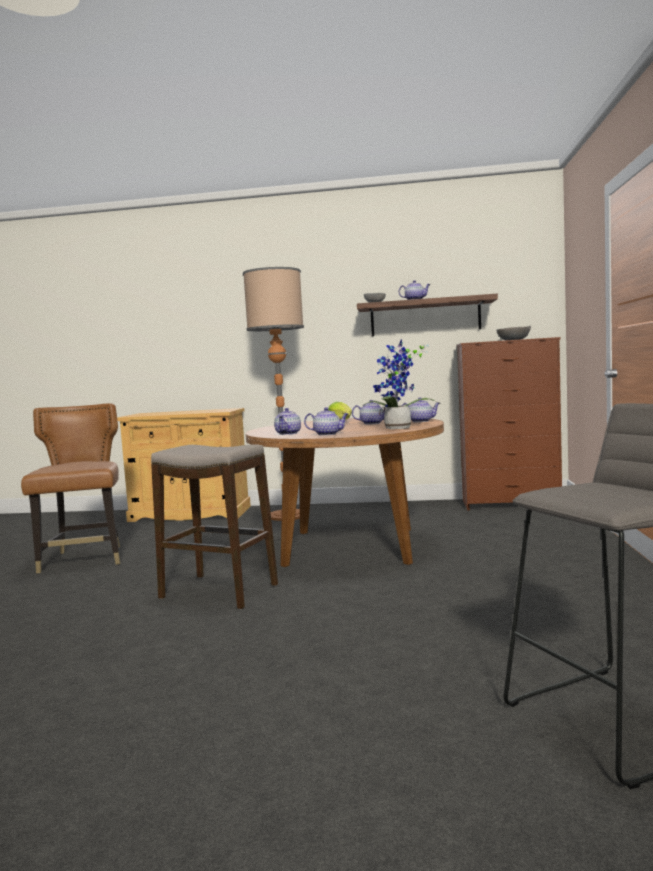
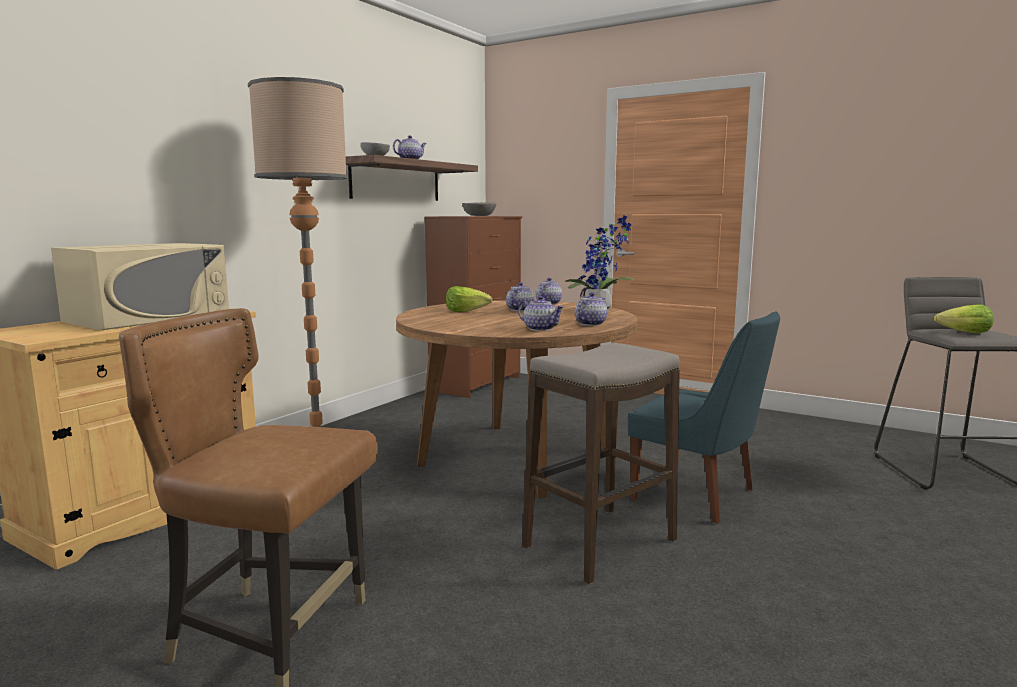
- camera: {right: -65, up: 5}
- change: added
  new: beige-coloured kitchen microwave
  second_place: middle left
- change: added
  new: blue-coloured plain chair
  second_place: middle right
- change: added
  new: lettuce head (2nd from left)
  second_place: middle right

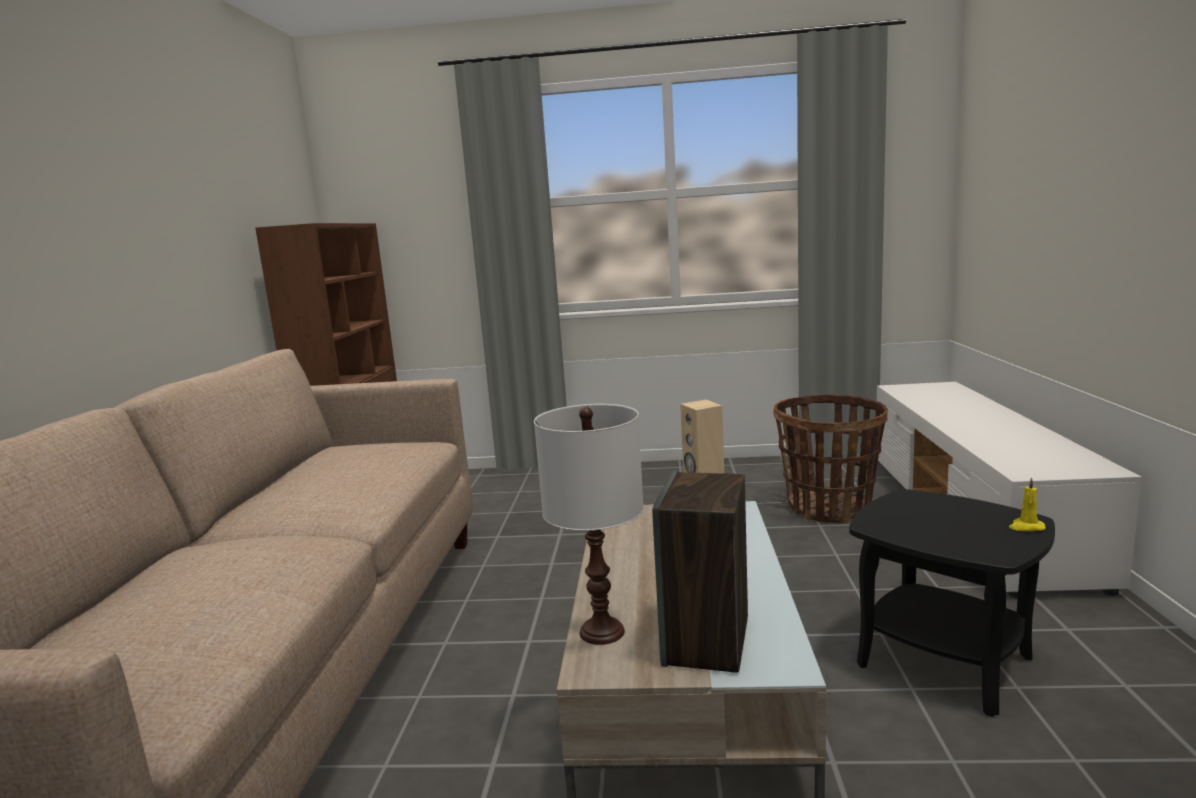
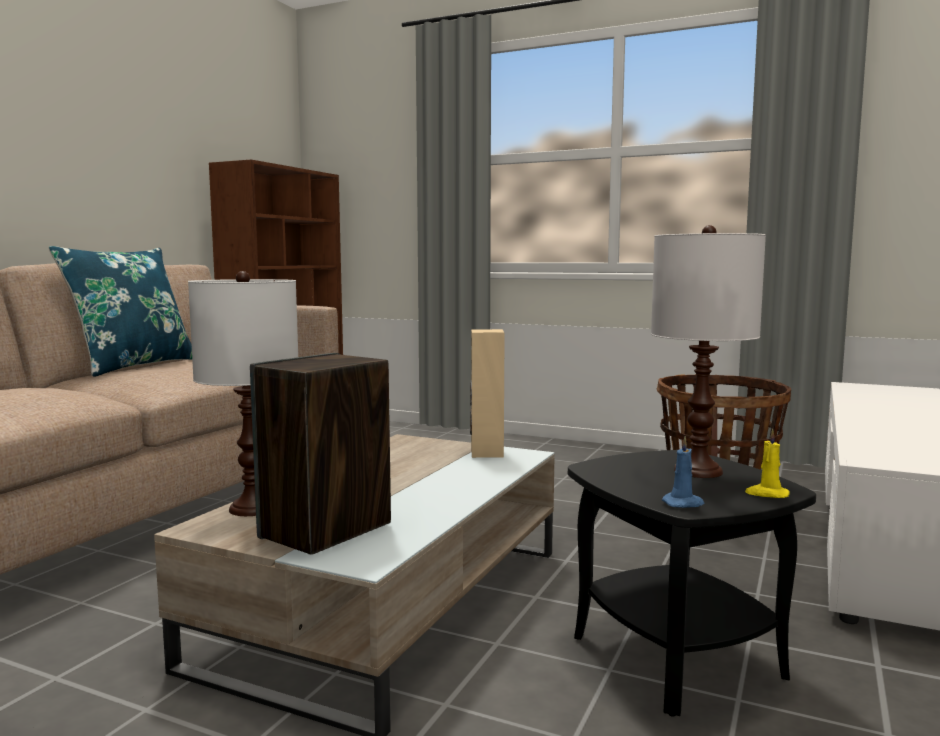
- camera: {right: 20, up: -5}
- change: added
  new: blue-coloured cushion
  second_place: middle left
- change: added
  new: white table lamp (2nd from left)
  second_place: middle right
- change: added
  new: blue-coloured wax candle
  second_place: middle right

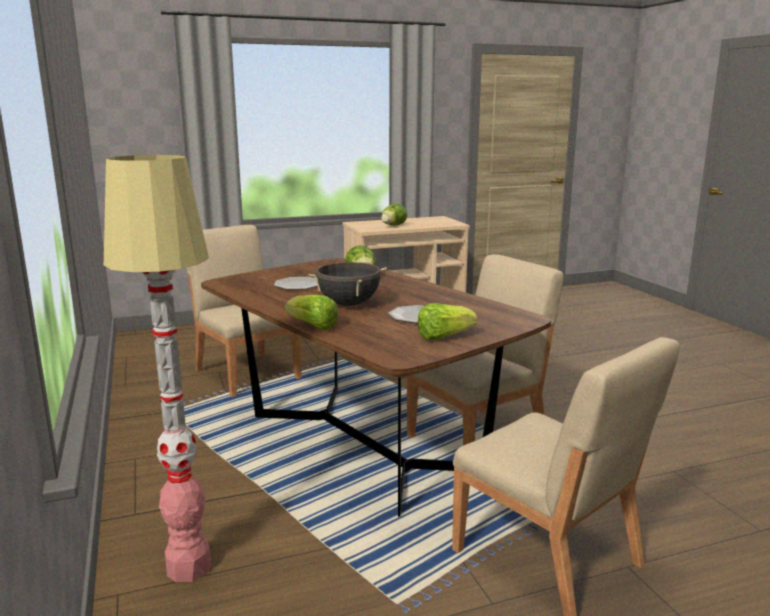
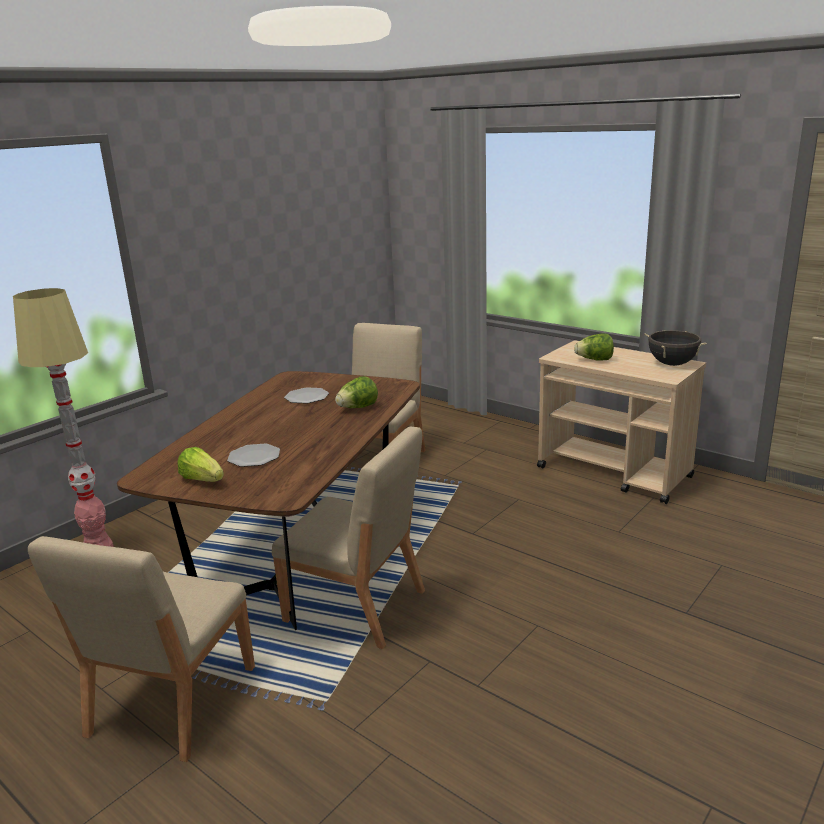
- camera: {right: 60, up: 5}
- change: removed
  old: lettuce head (1st from left)
  first_place: centre
- change: moved
  old: black cooking pot
  first_place: centre
  second_place: middle right

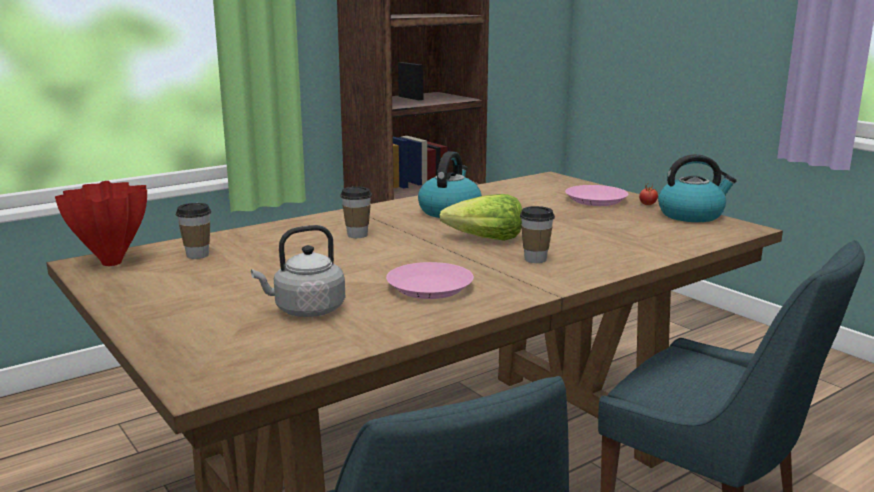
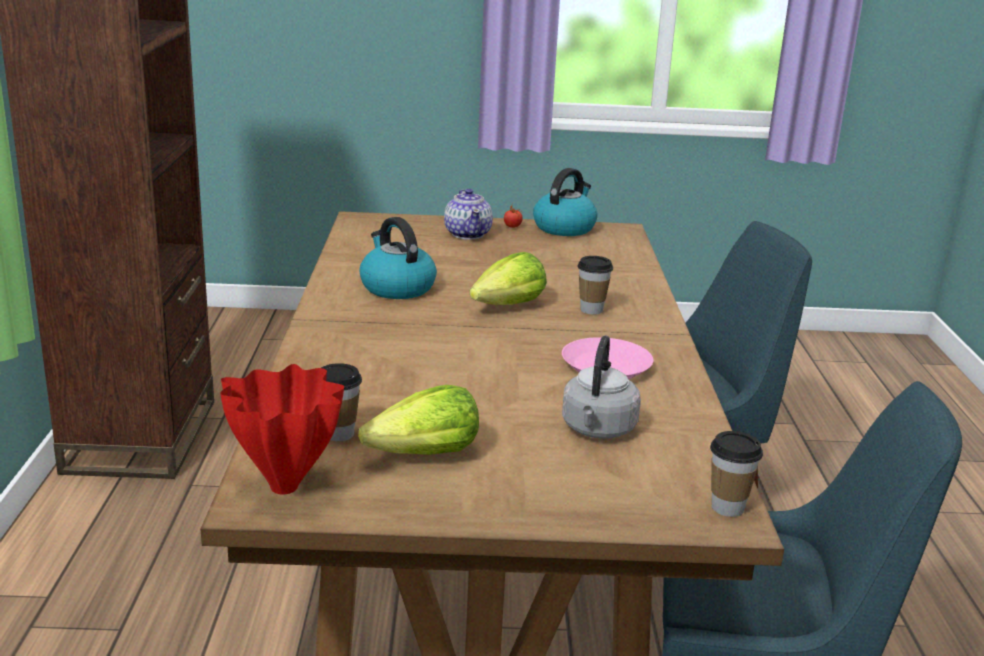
- camera: {right: -55, up: 5}
- change: added
  new: lettuce head (1st from left)
  second_place: centre
- change: moved
  old: drinking cup (2nd from left in the first image)
  new: drinking cup (3rd from left)
  first_place: centre
  second_place: bottom right
- change: replaced
  old: pink-coloured plate (2nd from left)
  new: tea pot
  first_place: middle right
  second_place: top centre

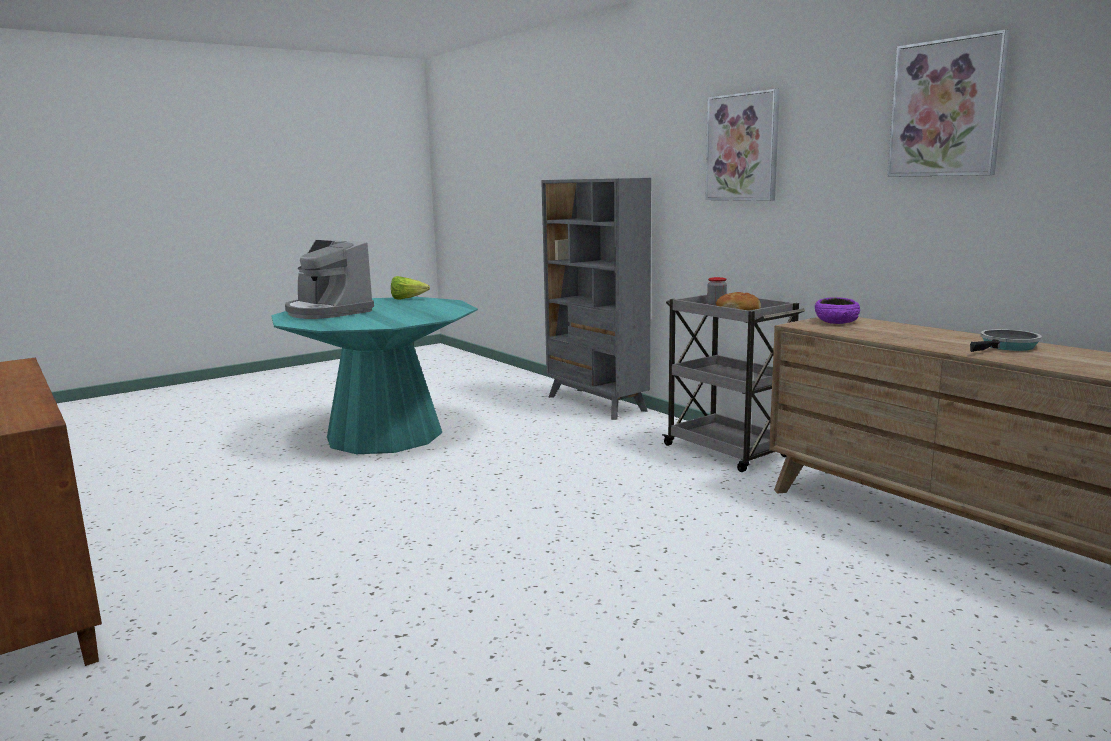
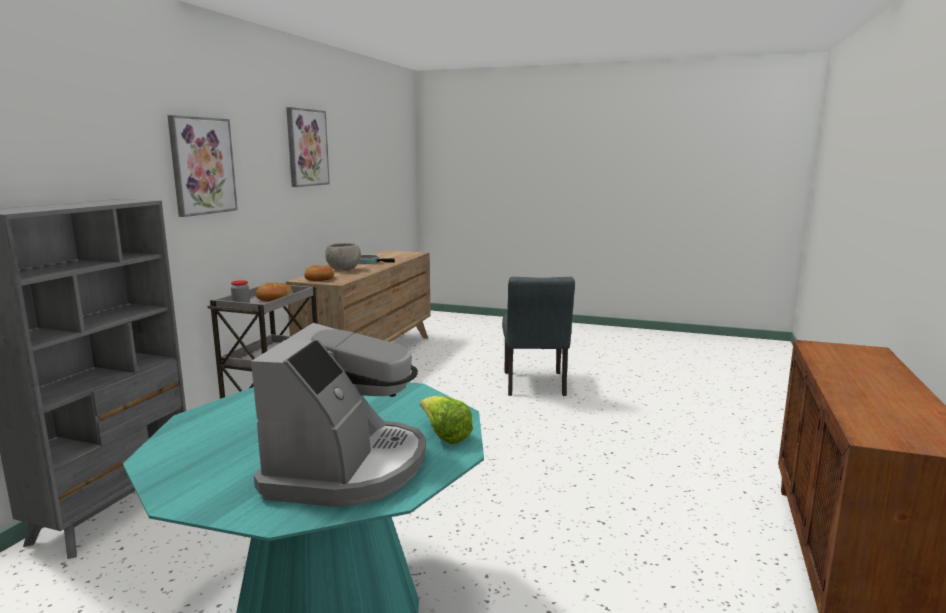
- camera: {right: -125, up: 0}
- change: added
  new: gray deep dish
  second_place: centre
- change: added
  new: gray plain chair
  second_place: centre
- change: moved
  old: lettuce head
  first_place: centre
  second_place: bottom centre
- change: replaced
  old: purple-coloured deep dish
  new: baked bread (2nd from left)
  first_place: middle right
  second_place: centre

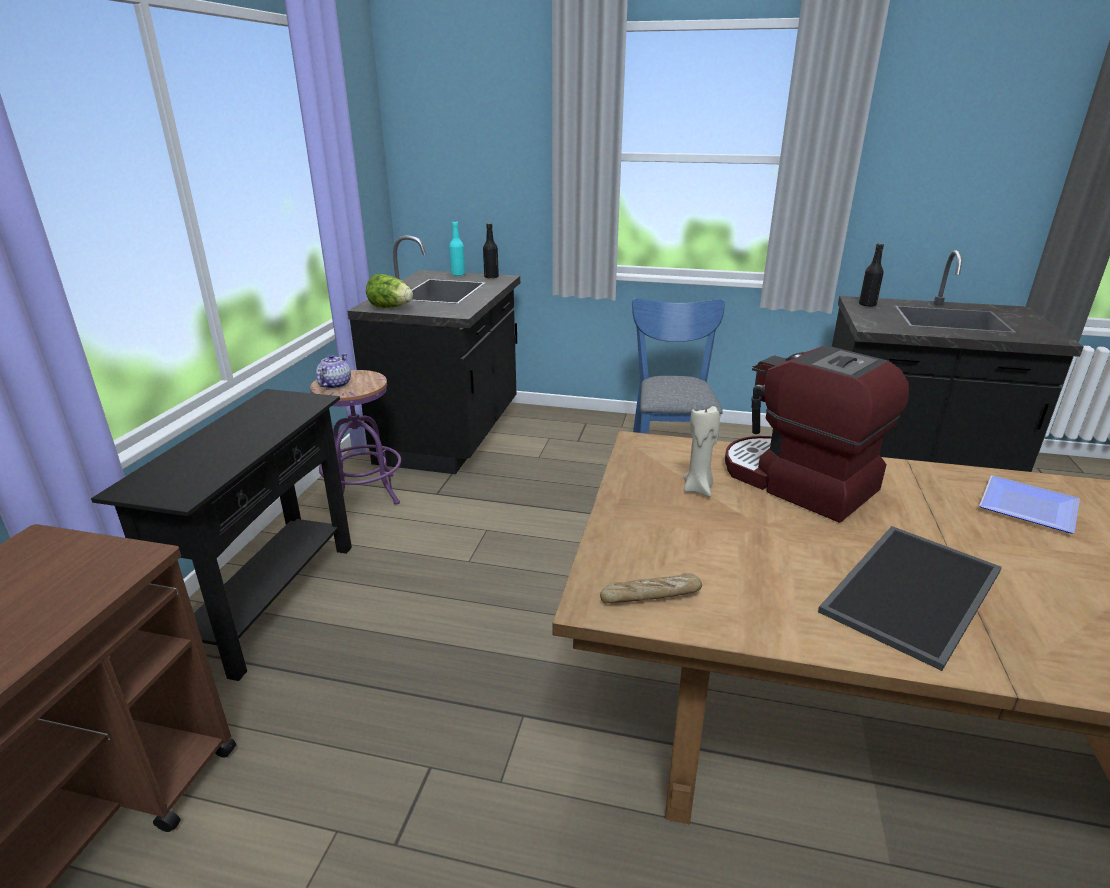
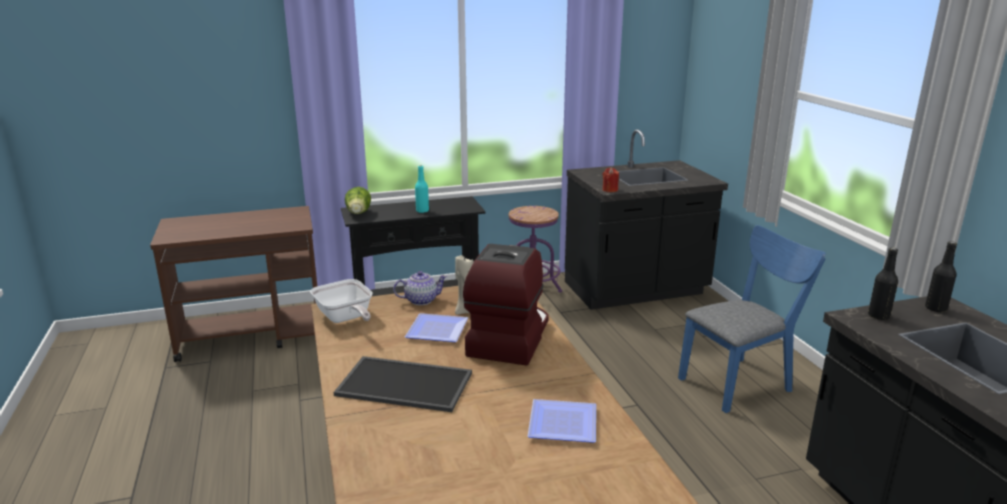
- camera: {right: 60, up: -5}
- change: added
  new: plate (1st from left)
  second_place: centre
- change: added
  new: reddish wax candle
  second_place: centre
- change: moved
  old: tea pot
  first_place: middle left
  second_place: centre
- change: moved
  old: lettuce head
  first_place: top centre
  second_place: centre
- change: moved
  old: blue-green beverage bottle
  first_place: top centre
  second_place: centre
- change: moved
  old: black beverage bottle (1st from left)
  first_place: top centre
  second_place: middle right
- change: replaced
  old: baked bread
  new: skillet
  first_place: centre
  second_place: centre

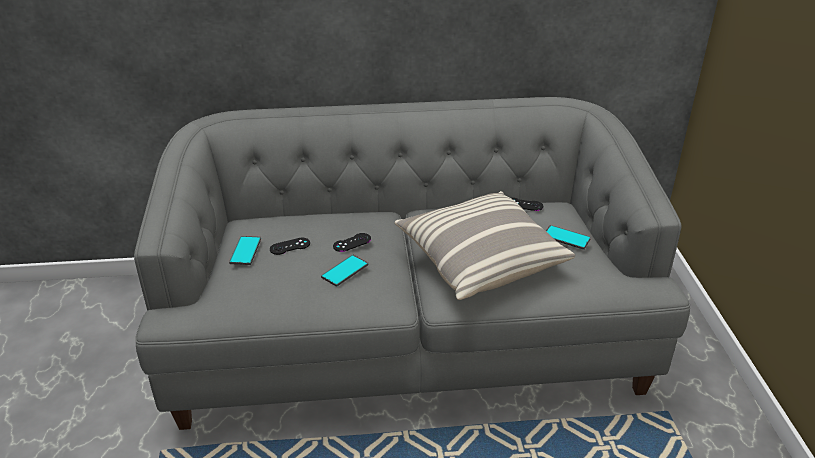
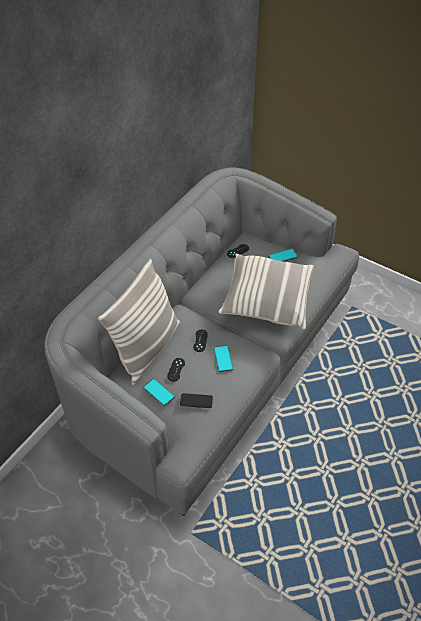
- camera: {right: -50, up: 15}
- change: added
  new: cushion (1st from left)
  second_place: middle left
- change: added
  new: phone (2nd from left)
  second_place: centre

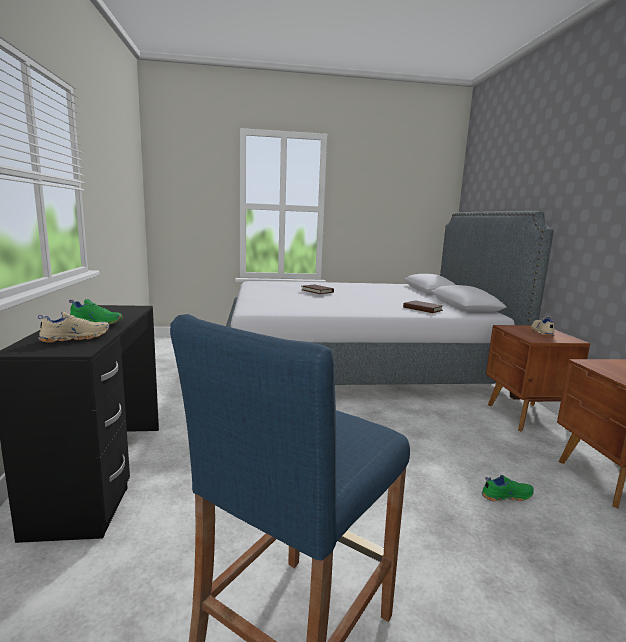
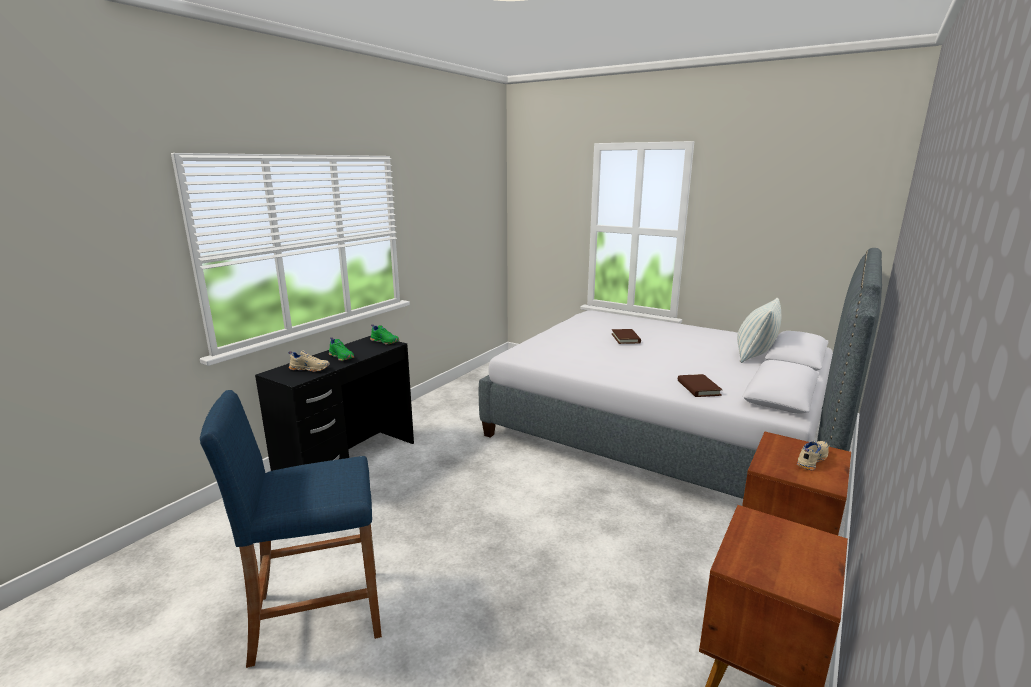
- camera: {right: 40, up: 5}
- change: added
  new: cushion
  second_place: middle right
- change: moved
  old: green-coloured low shoe (2nd from left)
  first_place: bottom right
  second_place: centre

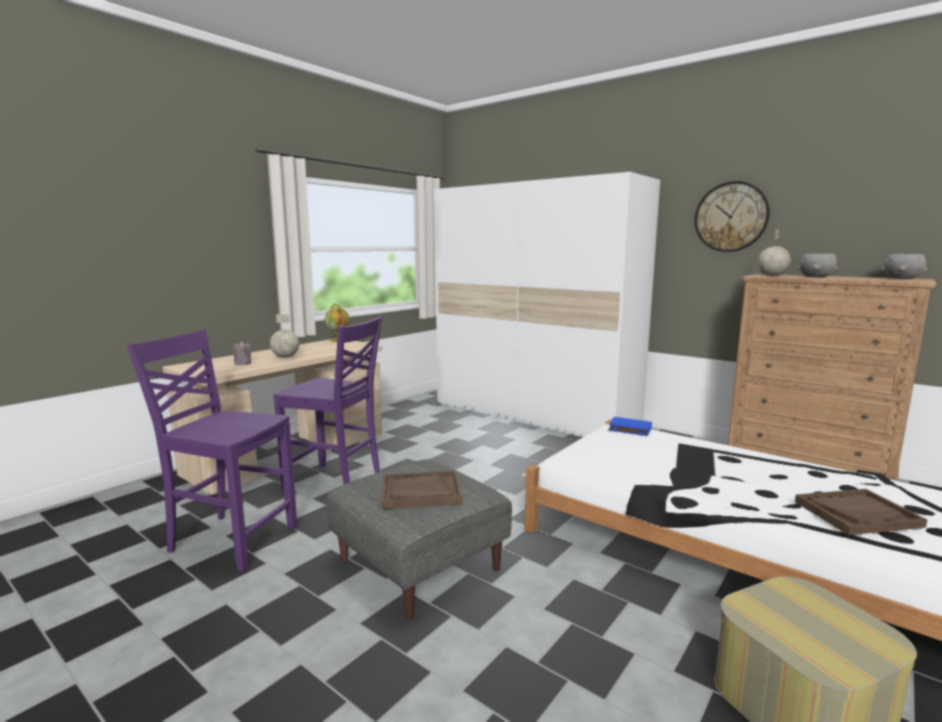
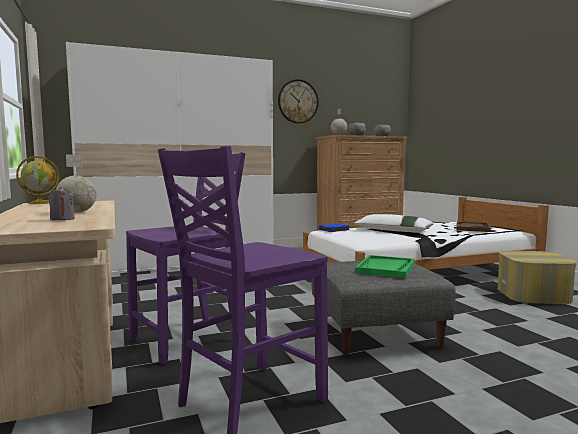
- camera: {right: -60, up: -5}
- change: added
  new: white cushion
  second_place: middle right
- change: recoloured
  old: brown-coloured tray (1st from left)
  new: green-coloured tray
  first_place: bottom centre
  second_place: centre

